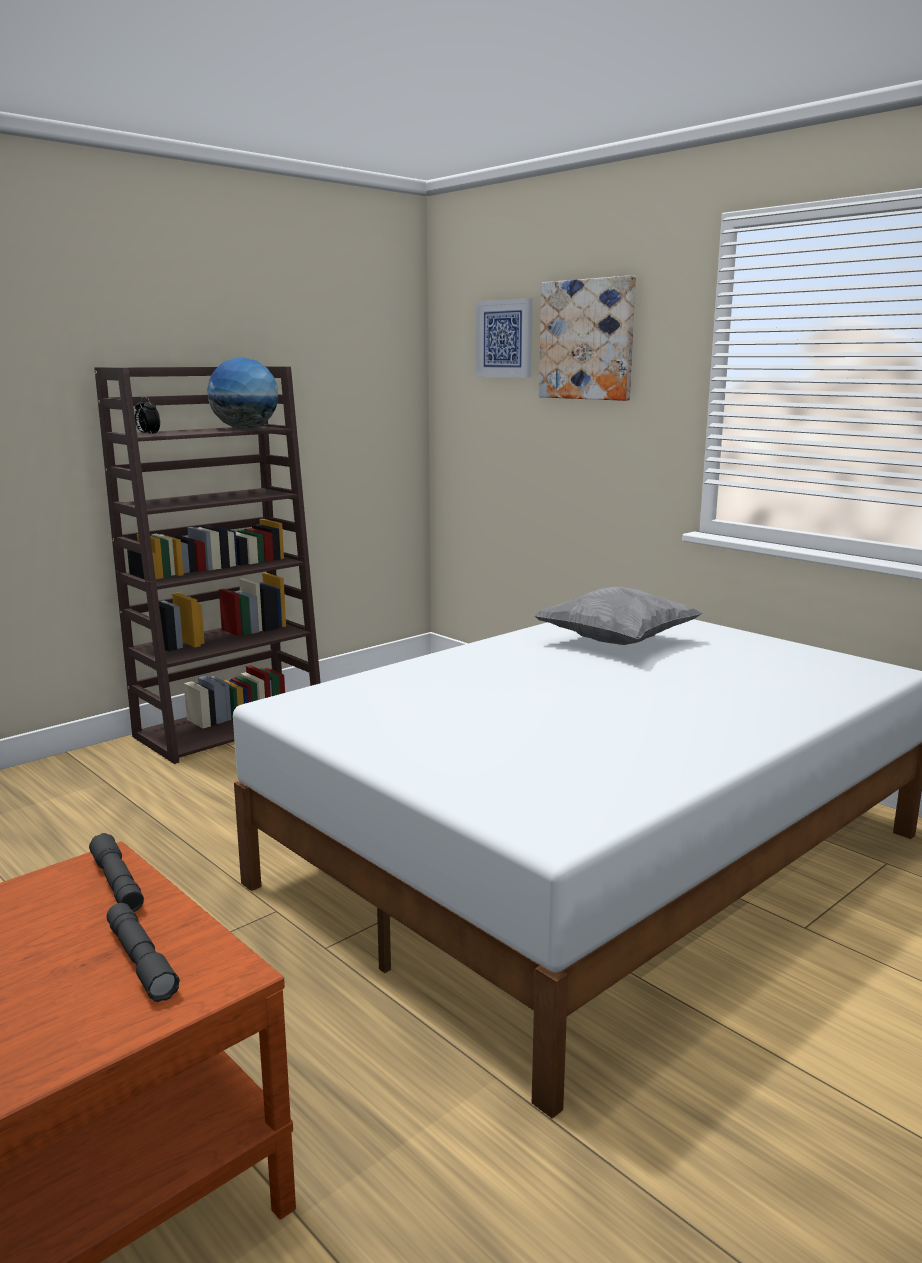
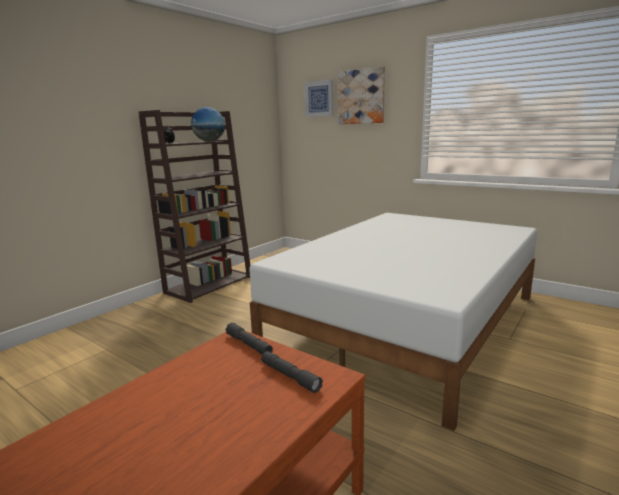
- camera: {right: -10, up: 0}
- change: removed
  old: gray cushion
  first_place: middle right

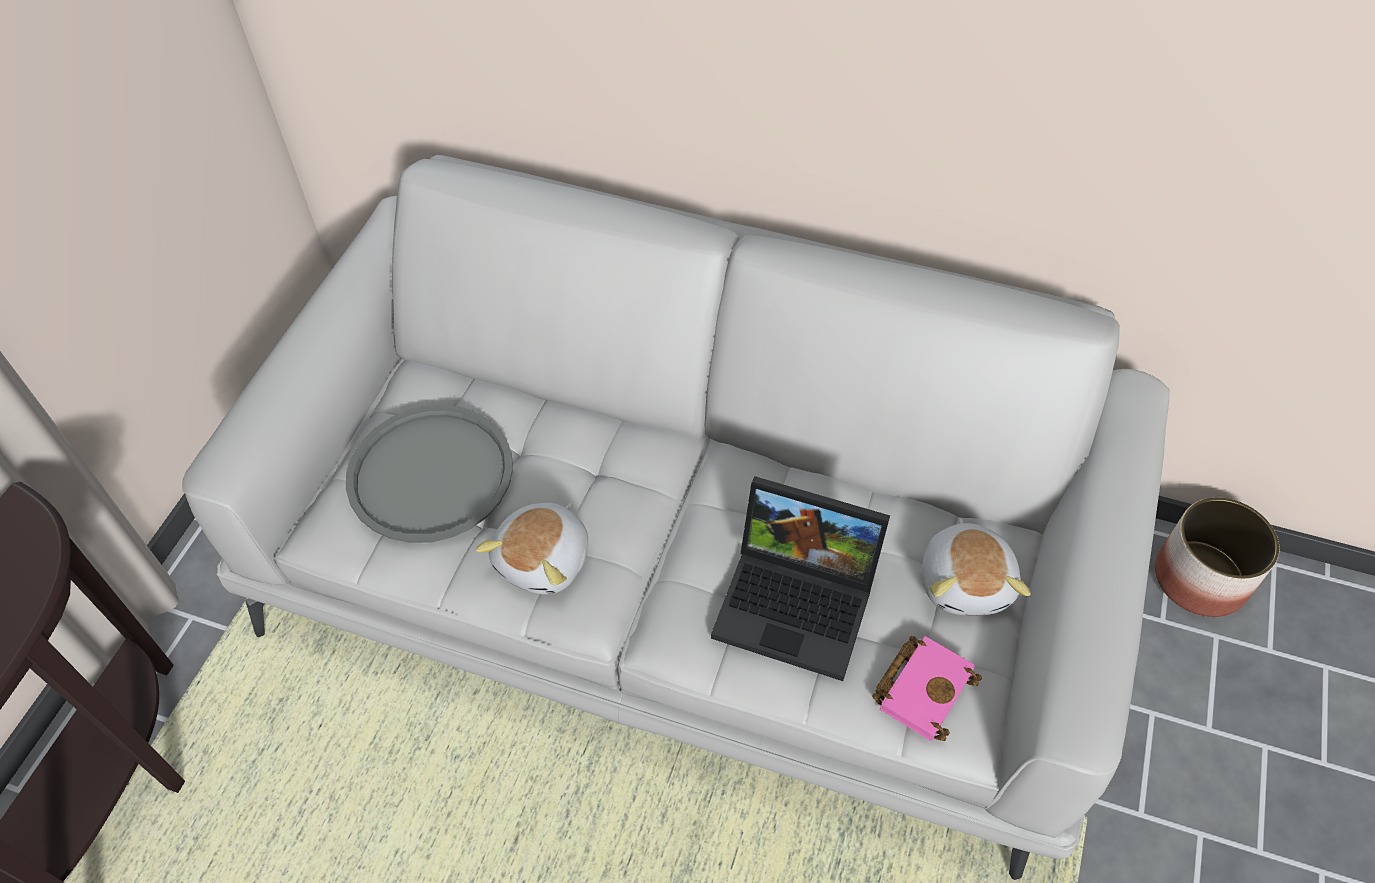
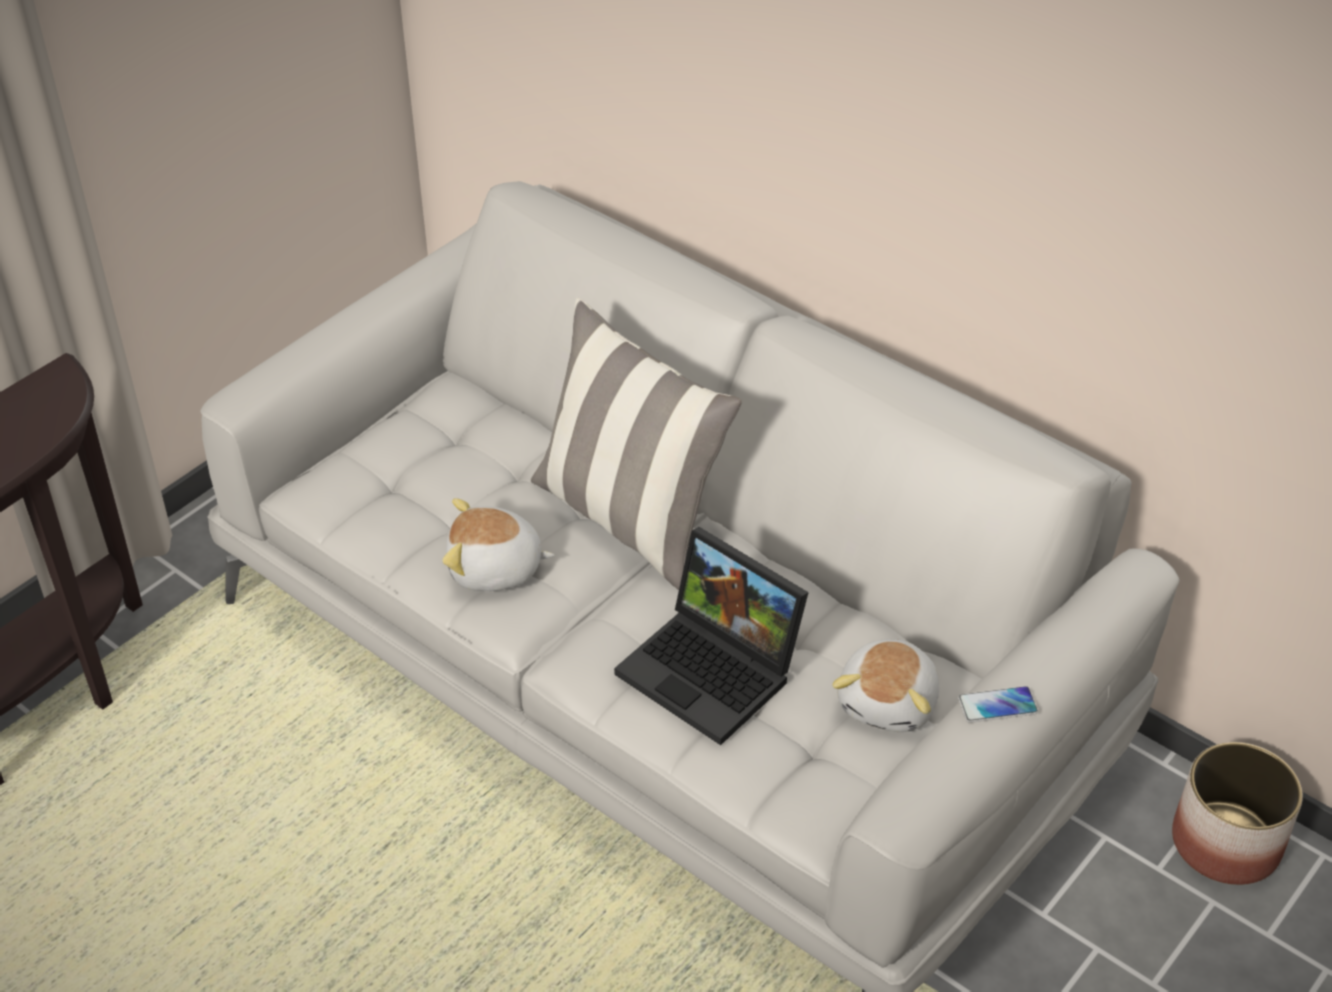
- camera: {right: 20, up: -10}
- change: removed
  old: gray tray
  first_place: middle left
- change: removed
  old: pink-coloured bound book
  first_place: bottom right
- change: added
  new: cushion
  second_place: centre
- change: added
  new: phone
  second_place: bottom right
- change: turned
  old: cuddly toy (1st from left)
  first_place: centre
  second_place: centre
  degrees: 45

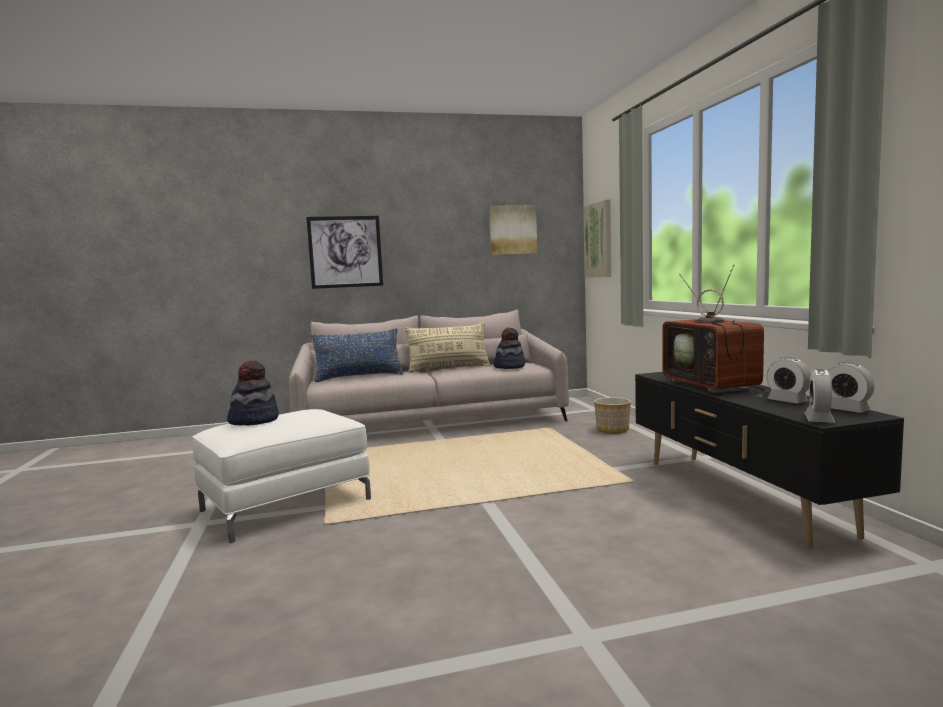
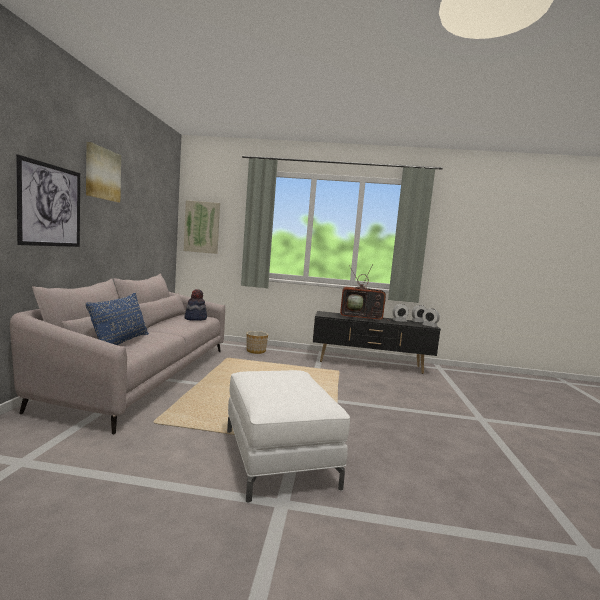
- camera: {right: -70, up: 0}
- change: removed
  old: hat (1st from left)
  first_place: middle left
- change: removed
  old: beige-coloured cushion
  first_place: centre
- change: moved
  old: wall picture (2nd from left)
  first_place: top centre
  second_place: top left

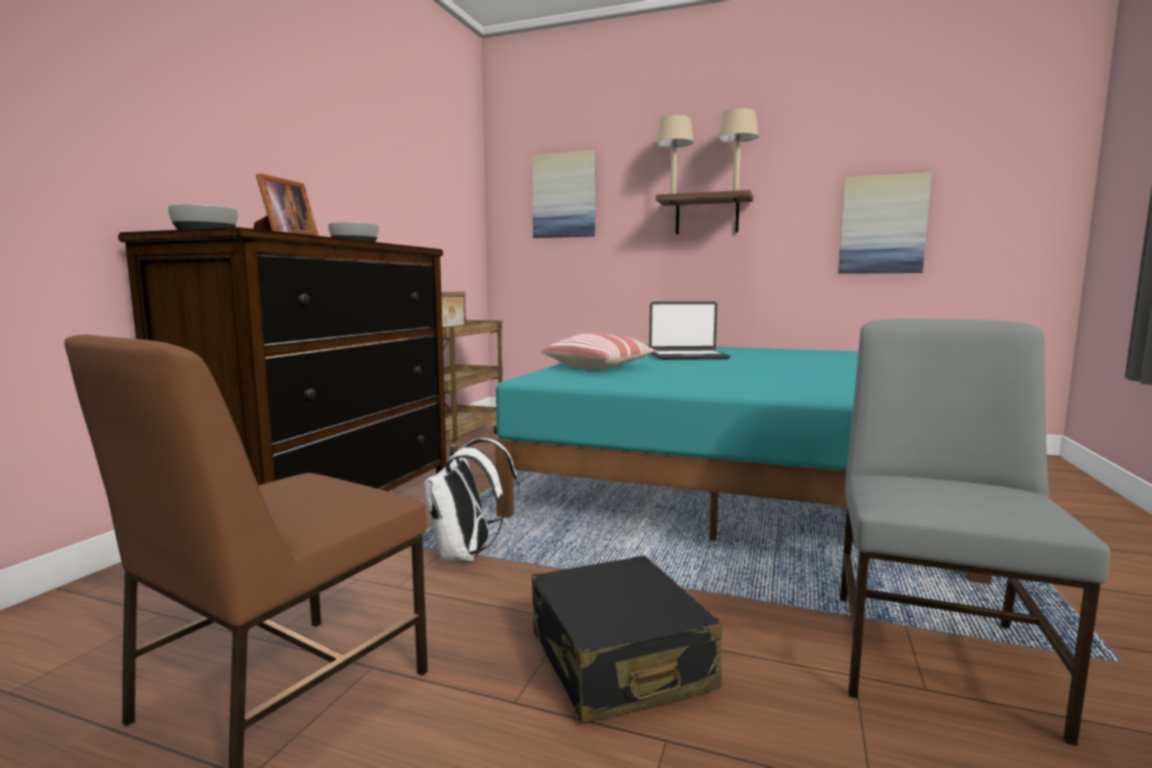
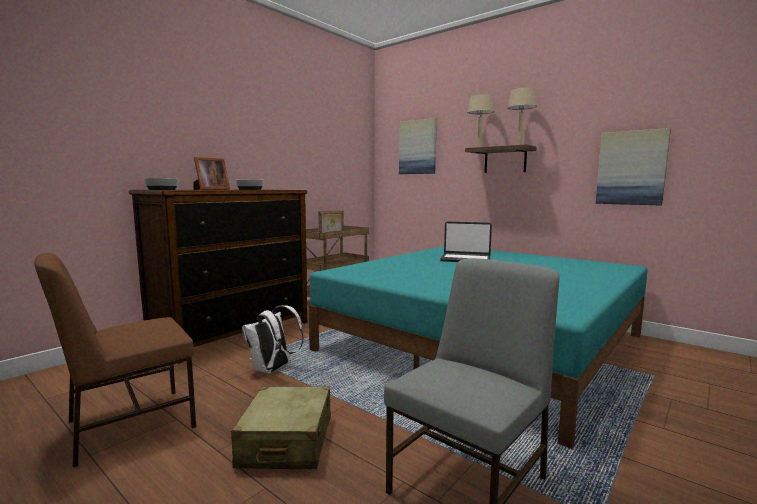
- camera: {right: 20, up: 0}
- change: removed
  old: cushion
  first_place: centre
- change: recoloured
  old: black travel case
  new: beige-coloured travel case
  first_place: bottom centre
  second_place: bottom centre

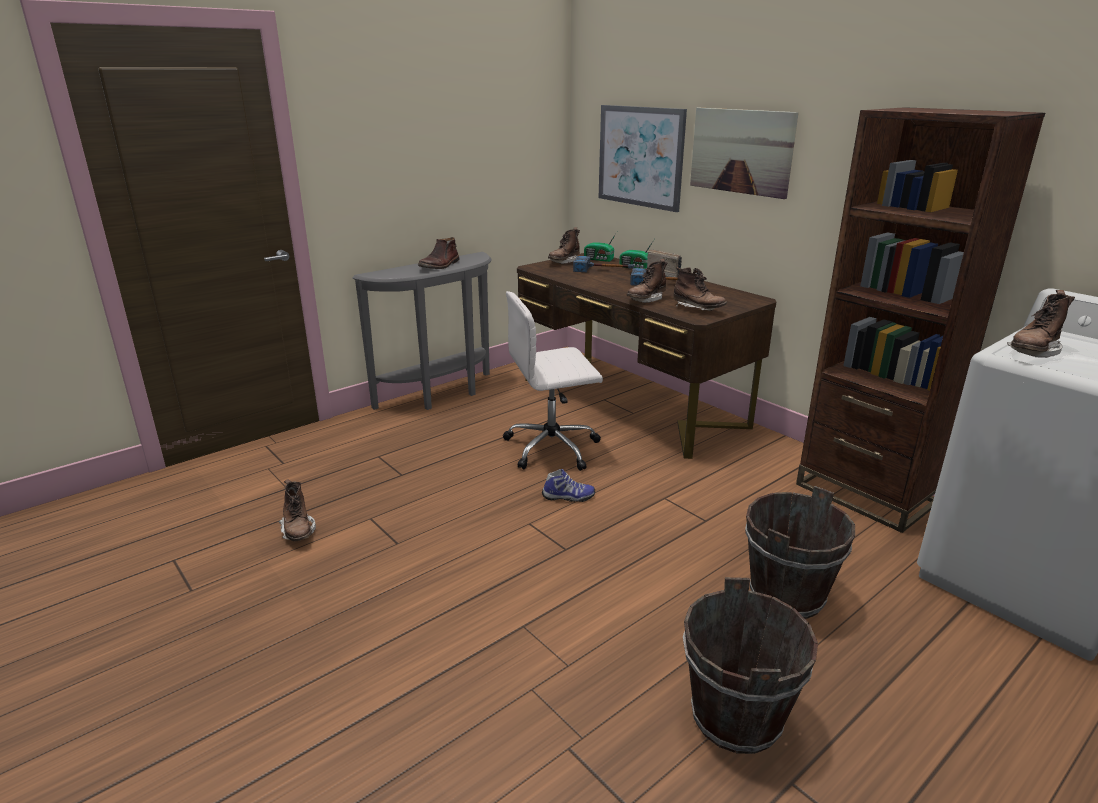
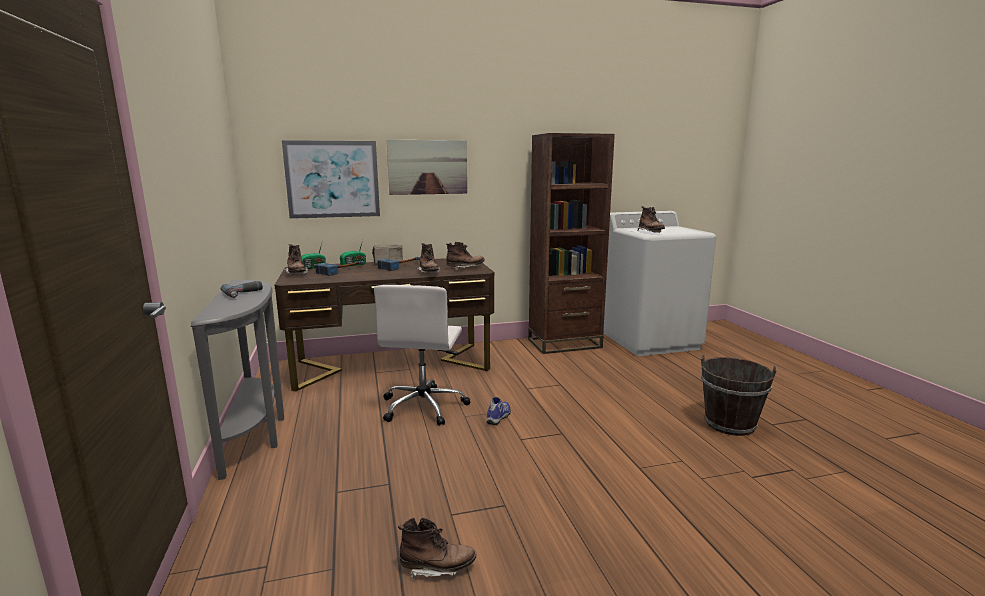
- camera: {right: -65, up: -10}
- change: removed
  old: brown-coloured water bucket (2nd from left)
  first_place: bottom right
- change: replaced
  old: brown-coloured high-top boot (2nd from left)
  new: electric drill
  first_place: top centre
  second_place: middle left

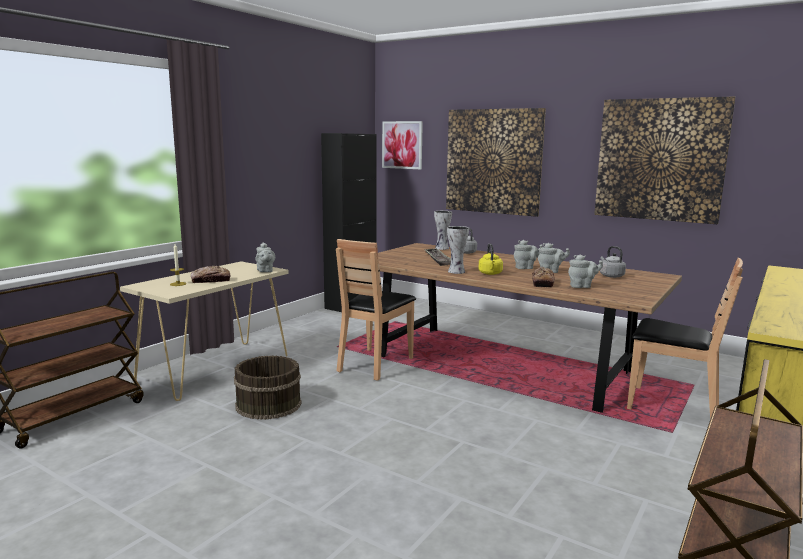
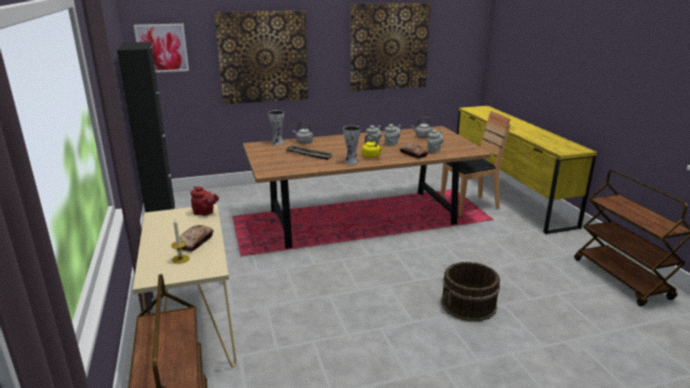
- camera: {right: -50, up: 10}
- change: removed
  old: brown-coloured plain chair (1st from left)
  first_place: centre
- change: moved
  old: brown-coloured water bucket
  first_place: bottom left
  second_place: bottom right
- change: recoloured
  old: gray tea pot (1st from left)
  new: reddish tea pot
  first_place: middle left
  second_place: middle left

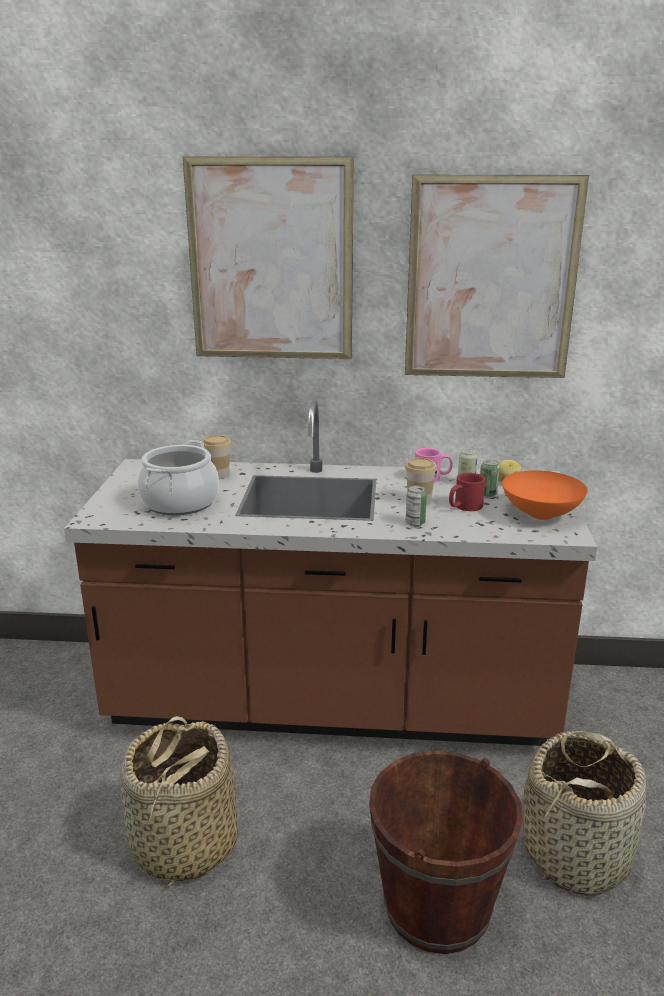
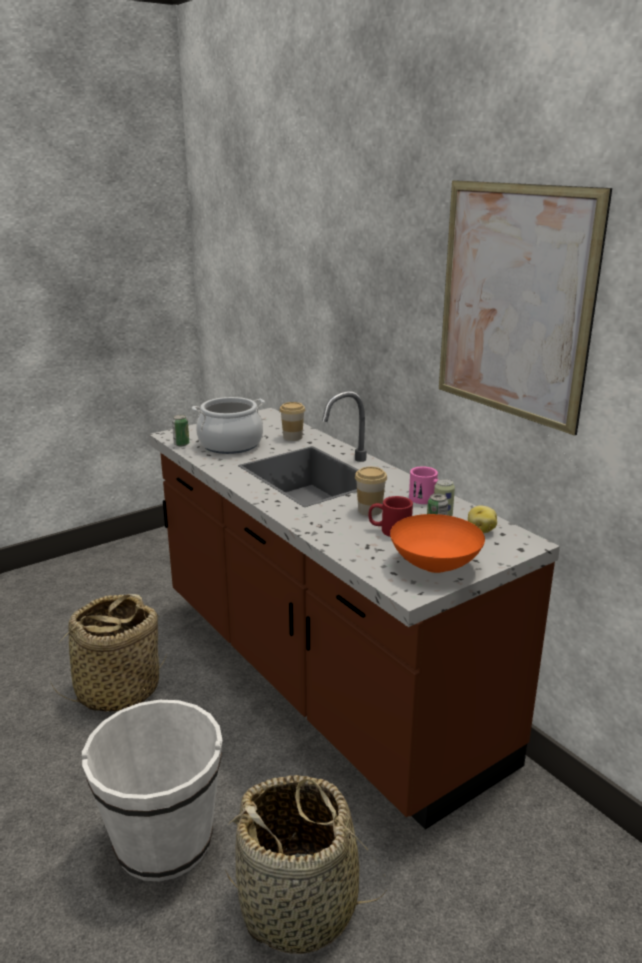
- camera: {right: 50, up: 0}
- change: removed
  old: wall picture (1st from left)
  first_place: top centre
- change: moved
  old: sealed can (1st from left)
  first_place: centre
  second_place: middle left
- change: recoloured
  old: brown-coloured water bucket
  new: white water bucket
  first_place: bottom right
  second_place: bottom left

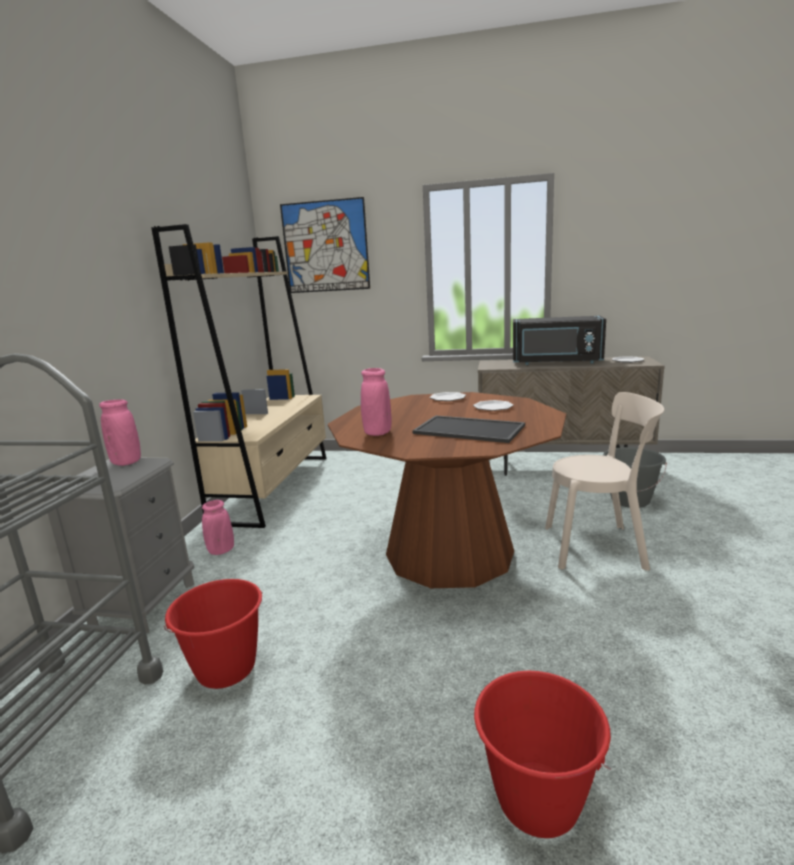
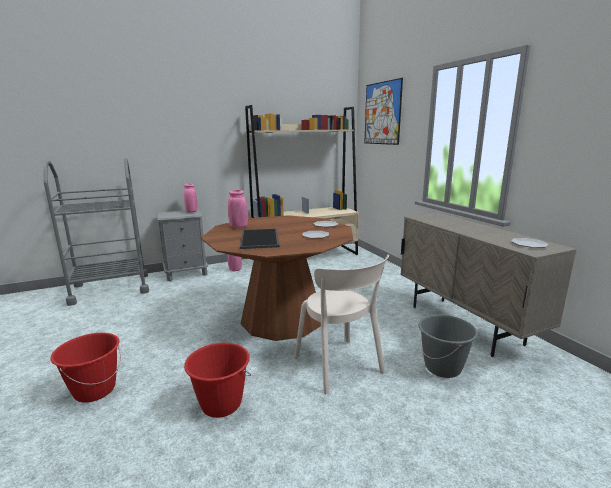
- camera: {right: 55, up: 0}
- change: removed
  old: black kitchen microwave
  first_place: middle right
- change: moved
  old: reddish water bucket (1st from left in the first image)
  new: reddish water bucket (2nd from left)
  first_place: bottom left
  second_place: bottom centre

